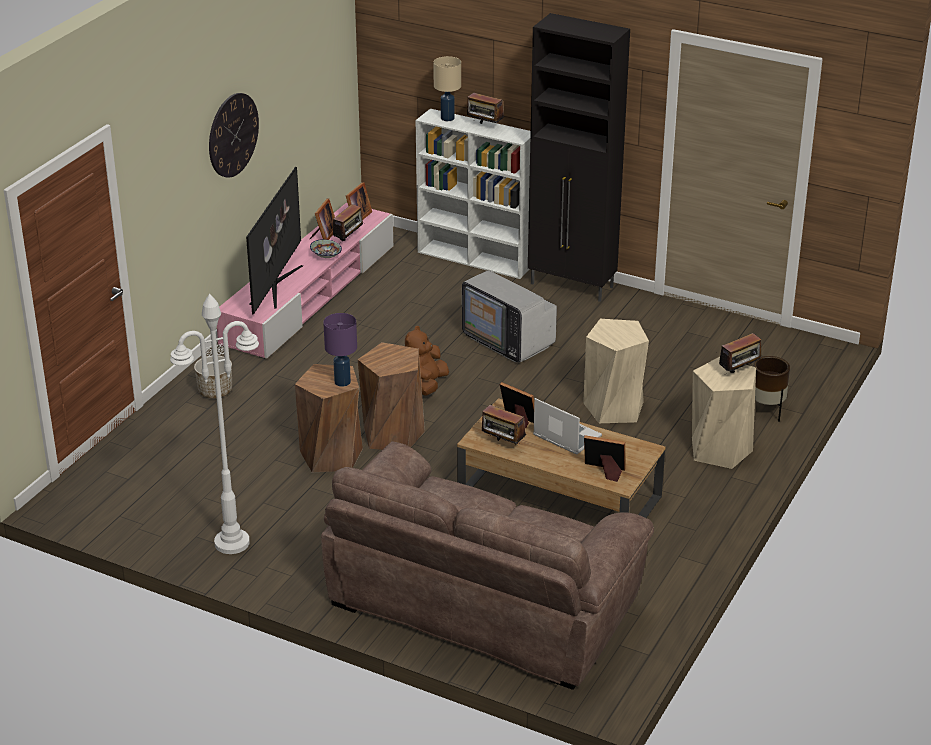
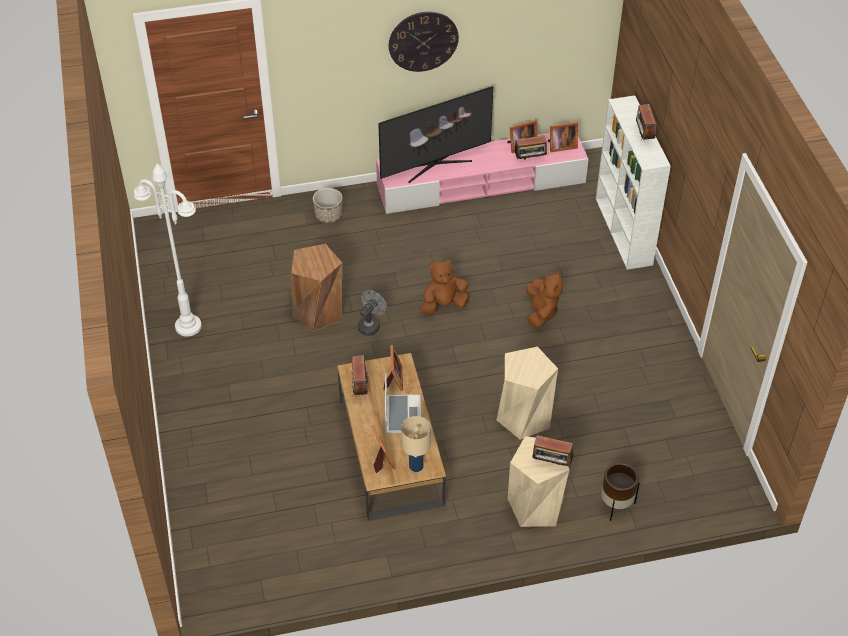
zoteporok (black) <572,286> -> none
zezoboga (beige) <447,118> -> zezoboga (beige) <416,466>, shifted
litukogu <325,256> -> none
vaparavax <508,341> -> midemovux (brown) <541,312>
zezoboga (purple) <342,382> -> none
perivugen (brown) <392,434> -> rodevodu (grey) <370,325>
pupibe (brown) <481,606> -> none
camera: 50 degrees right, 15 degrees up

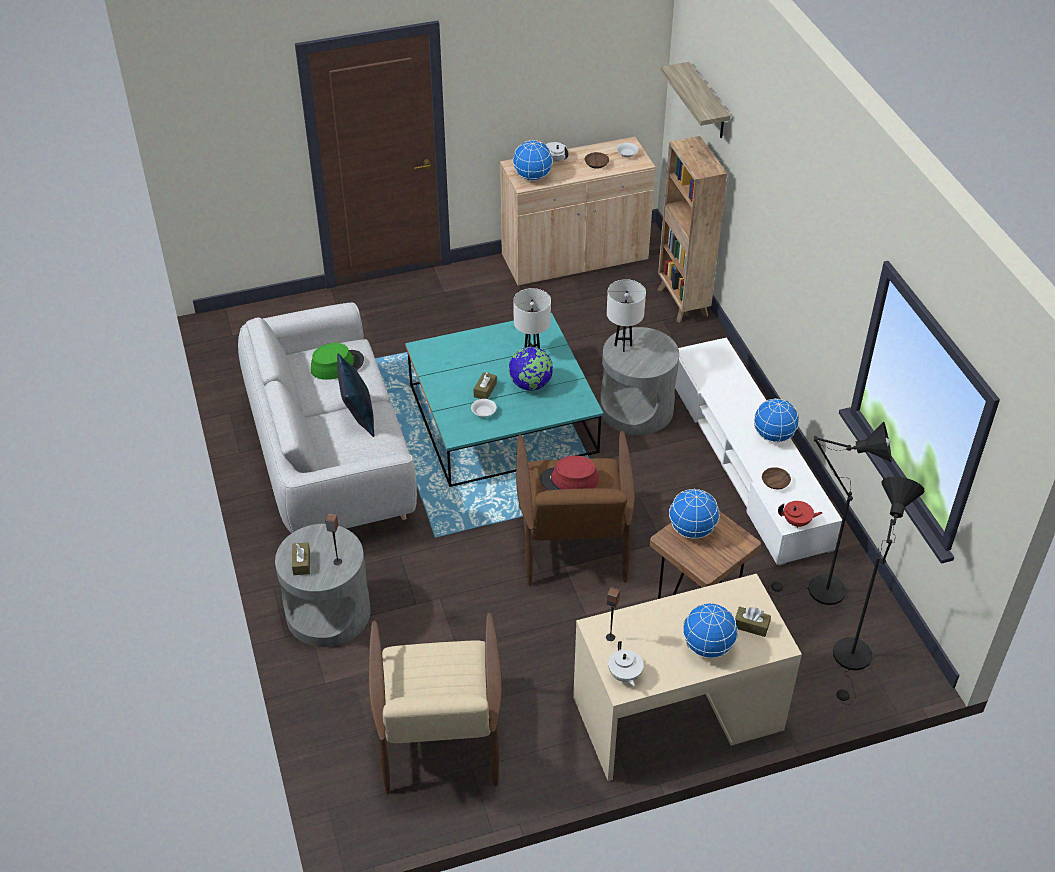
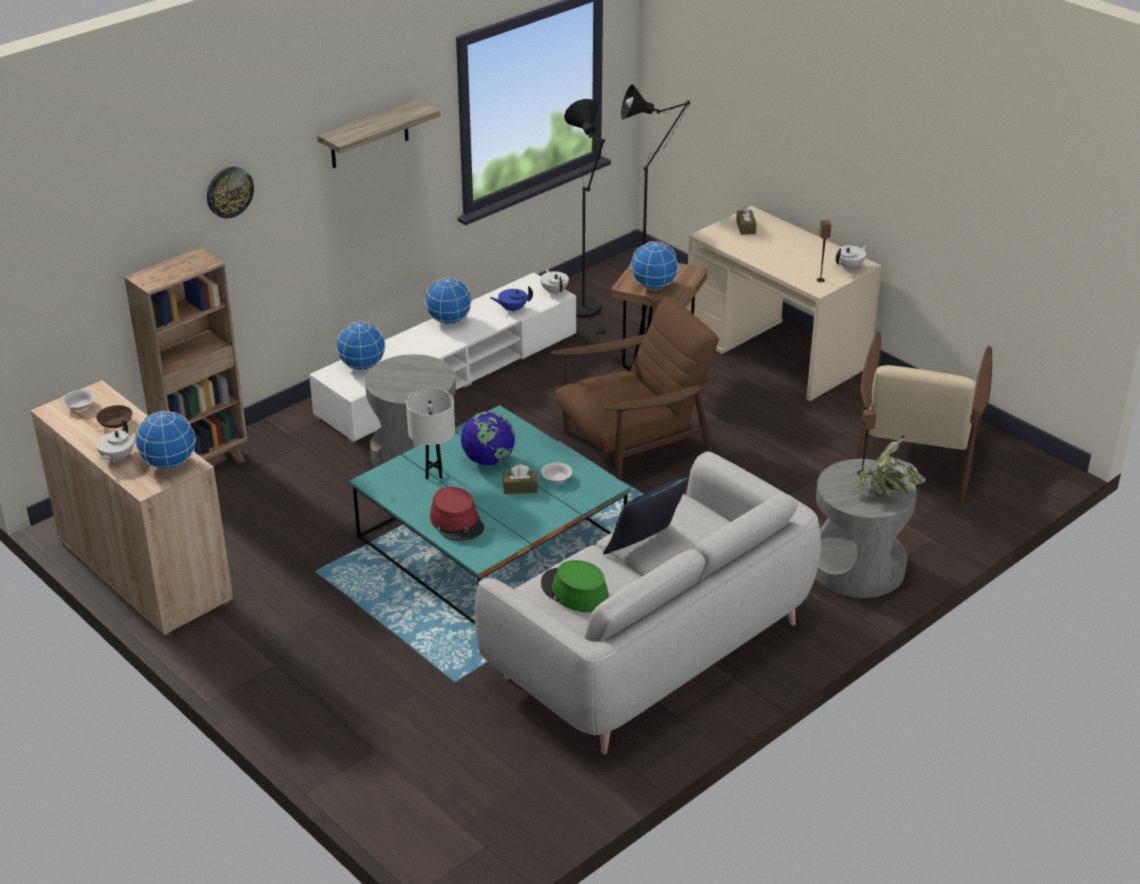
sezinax <707,102> -> sezinax <369,135>, shifted
zezoboga (white) <623,345> -> none
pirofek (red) <569,480> -> pirofek (red) <457,522>, shifted
litukogu (brown) <776,482> -> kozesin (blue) <512,309>
kozesin (red) <797,522> -> kozesin (white) <554,291>
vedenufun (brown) <301,563> -> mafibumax <885,494>
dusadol <707,647> -> dusadol <362,366>, shifted
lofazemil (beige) <439,733> -> lofazemil (beige) <914,457>, 135 degrees clockwise
none -> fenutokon <229,191>
camera: 115 degrees left, 10 degrees down

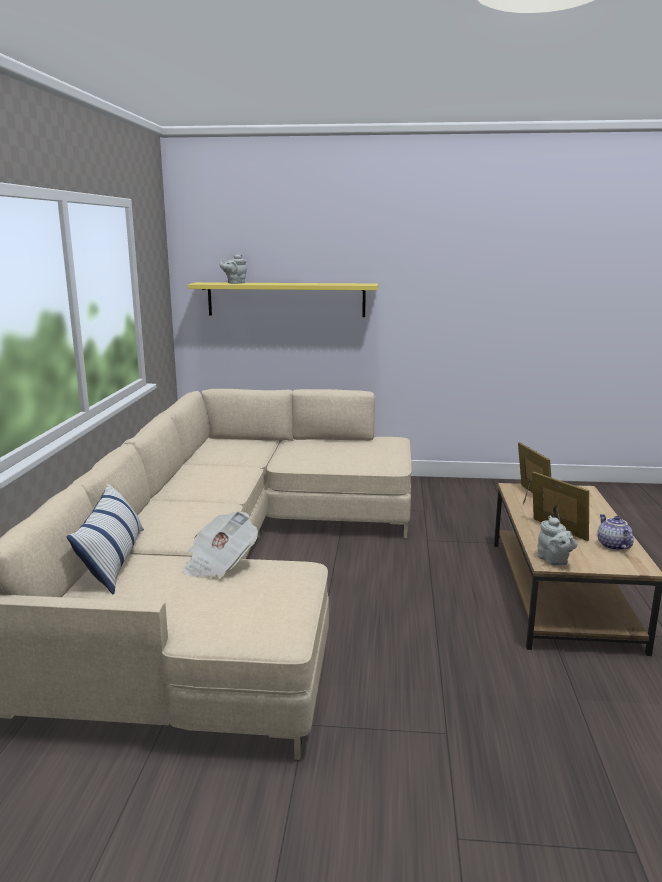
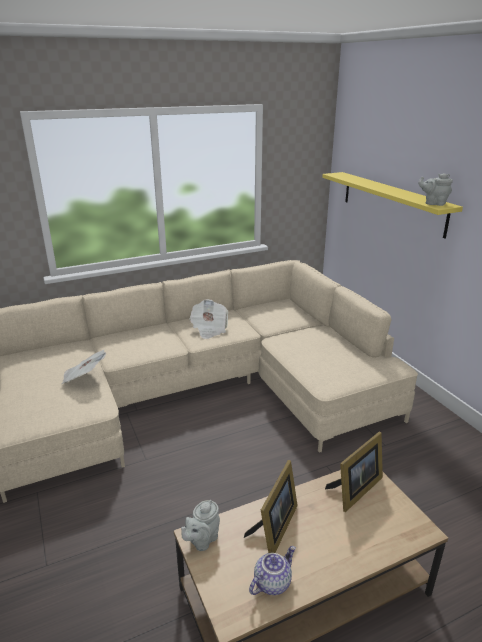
kozesin (grey) <235,283> -> kozesin (grey) <433,203>, shifted
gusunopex <113,560> -> none
none -> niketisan <209,329>
camera: 60 degrees right, 10 degrees up

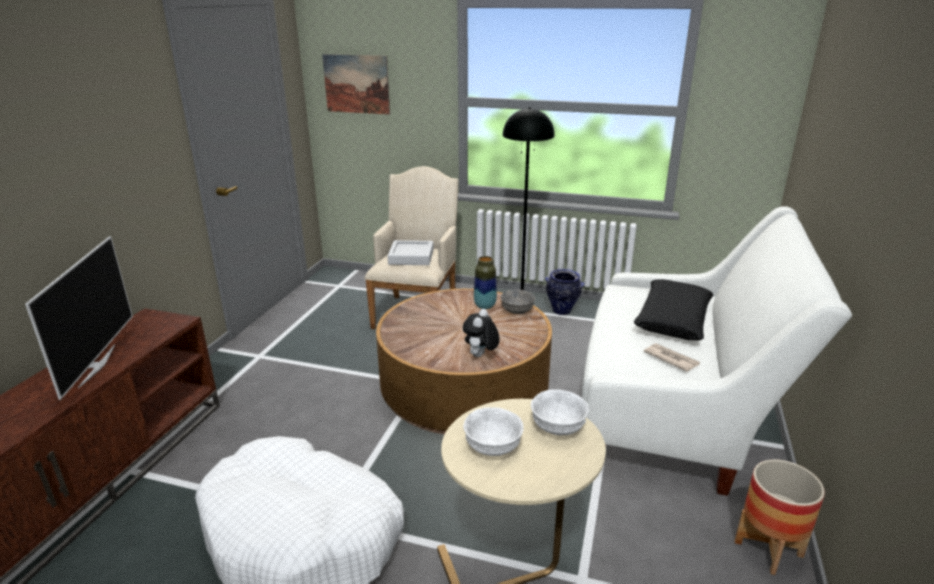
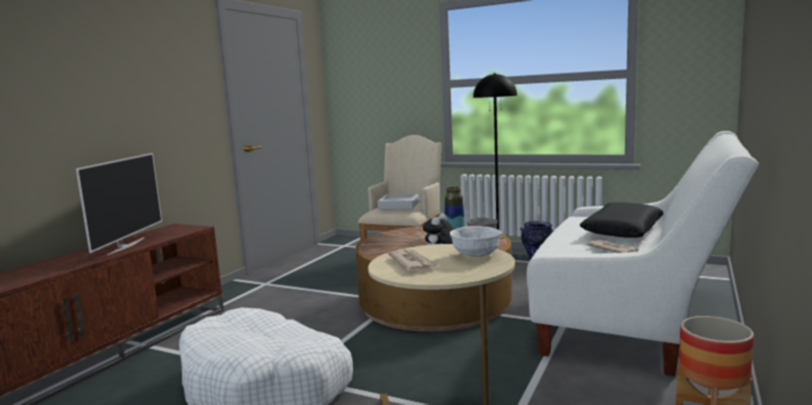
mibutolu <356,84> -> none
litukogu (white) <492,447> -> niketisan <412,263>
camera: 10 degrees right, 15 degrees down

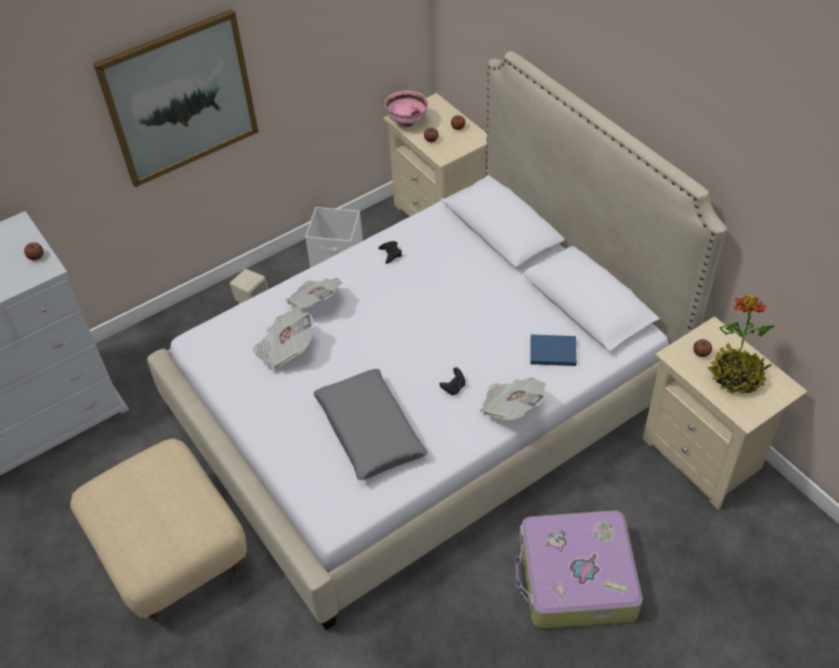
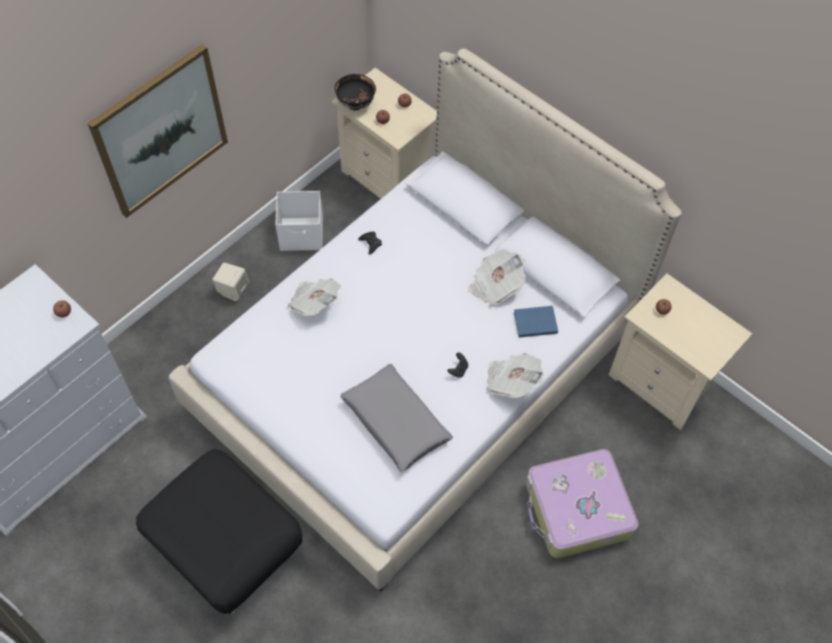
litukogu (pink) <407,122> -> litukogu (black) <355,104>
mafibumax <736,377> -> none
niketisan <285,349> -> niketisan <495,286>, shifted
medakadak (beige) <173,553> -> medakadak (black) <229,546>
camera: 15 degrees left, 10 degrees up

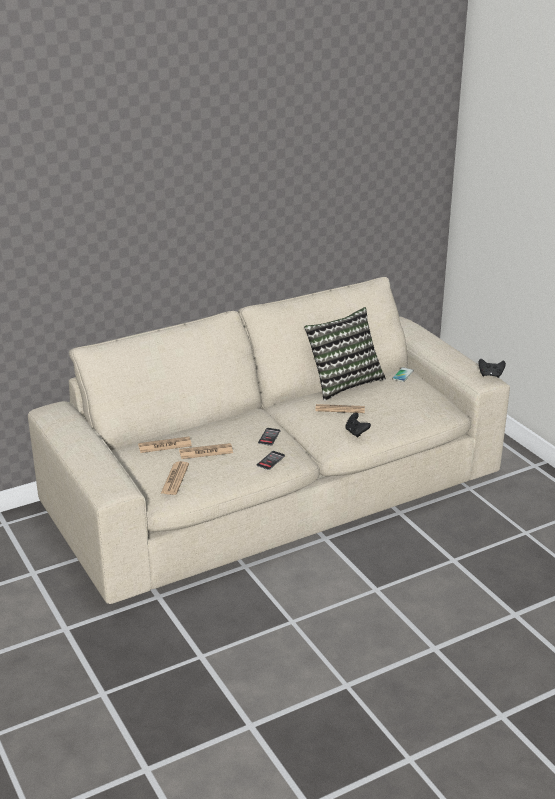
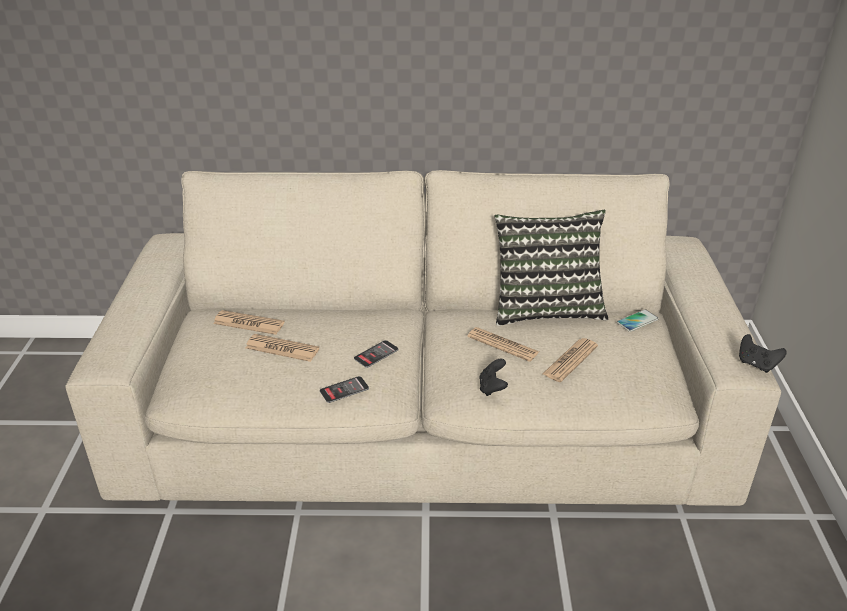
niketisan <175,479> -> niketisan <570,360>, shifted
camera: 30 degrees right, 5 degrees up

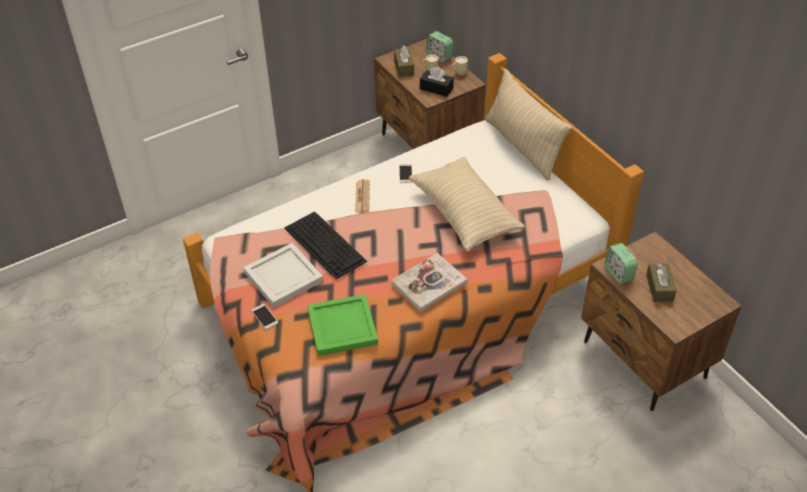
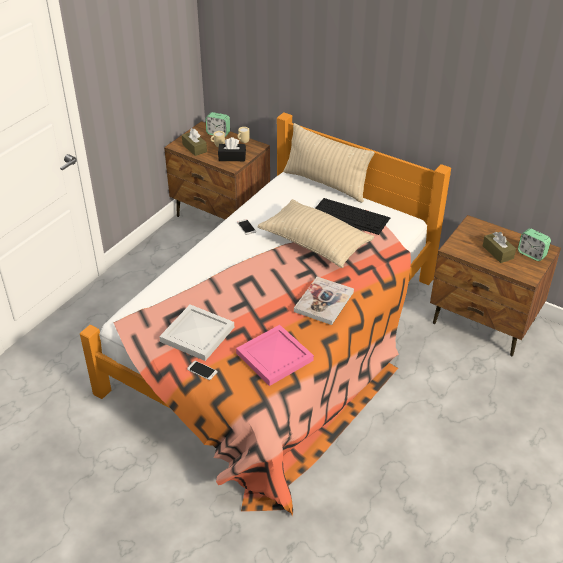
niketisan <362,197> -> none
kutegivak <326,245> -> kutegivak <351,216>, shifted
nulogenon <618,273> -> nulogenon <531,254>, shifted
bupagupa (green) <341,328> -> bupagupa (pink) <274,358>
camera: 25 degrees left, 5 degrees down

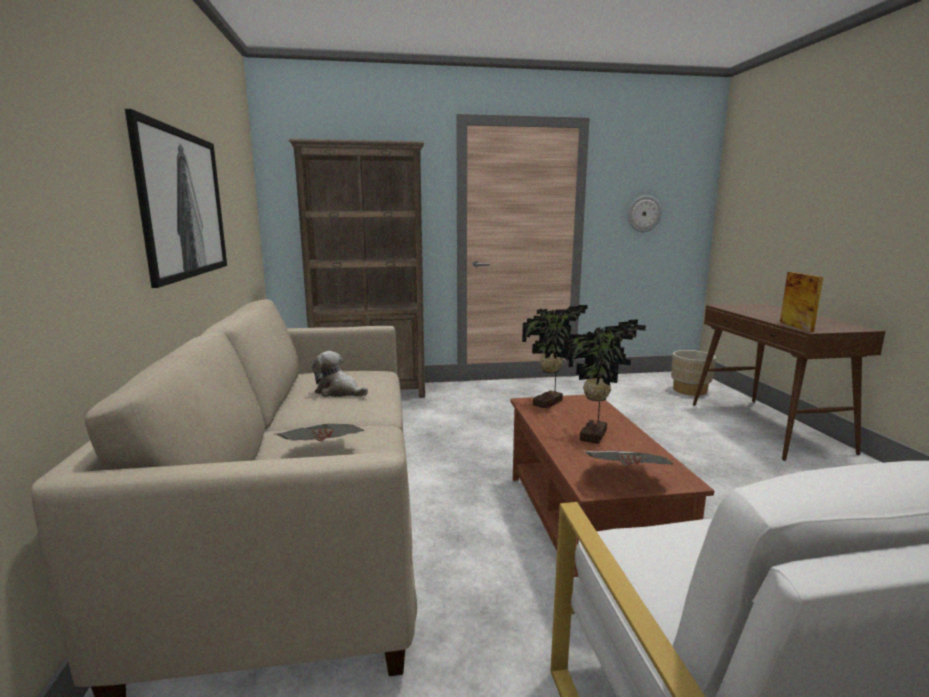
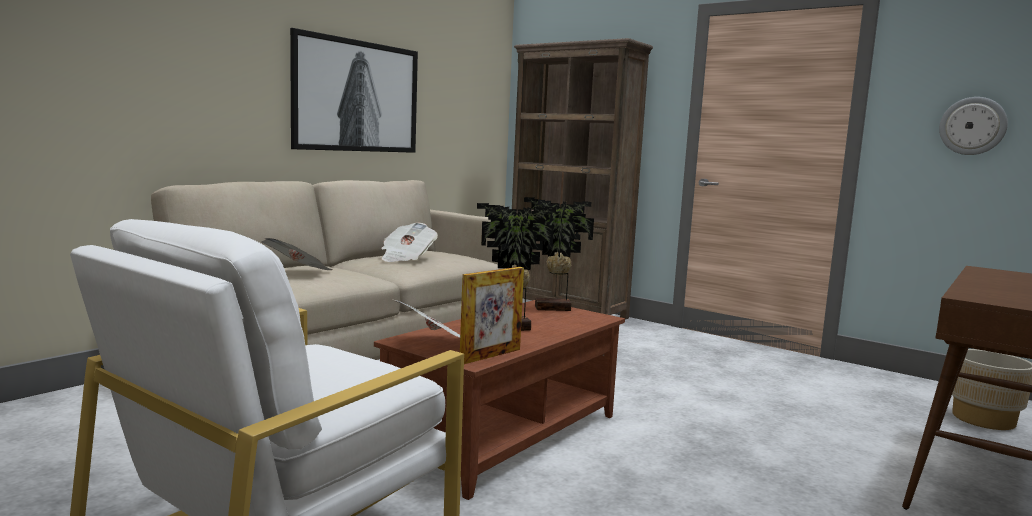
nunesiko <796,327> -> nunesiko <490,356>, shifted
midemovux <339,392> -> niketisan <406,258>
camera: 45 degrees right, 5 degrees down

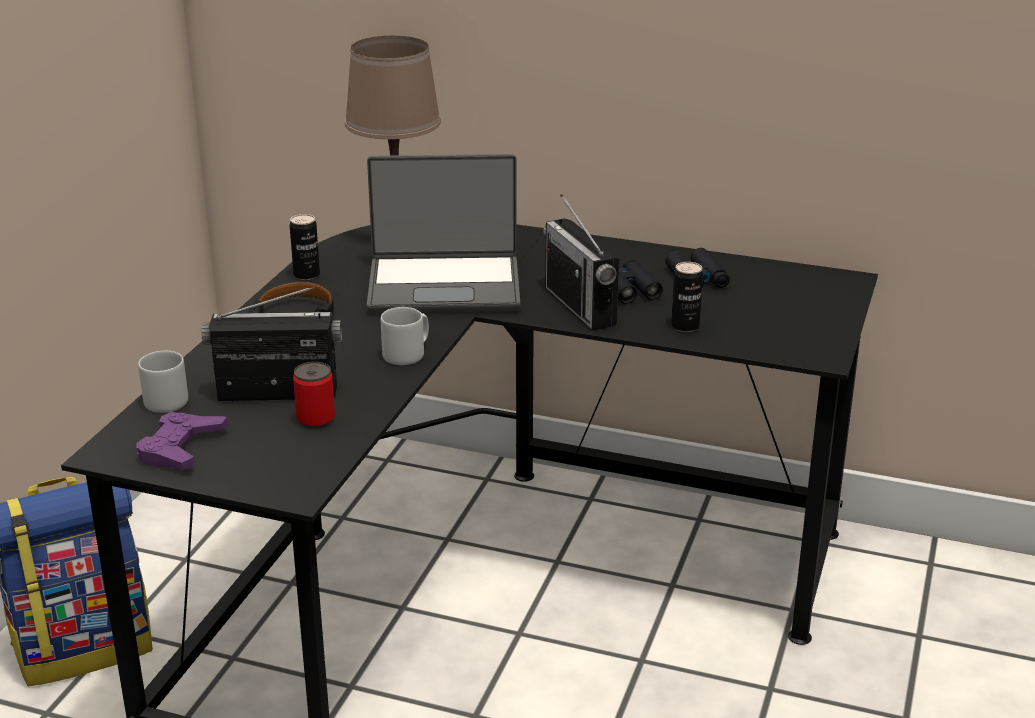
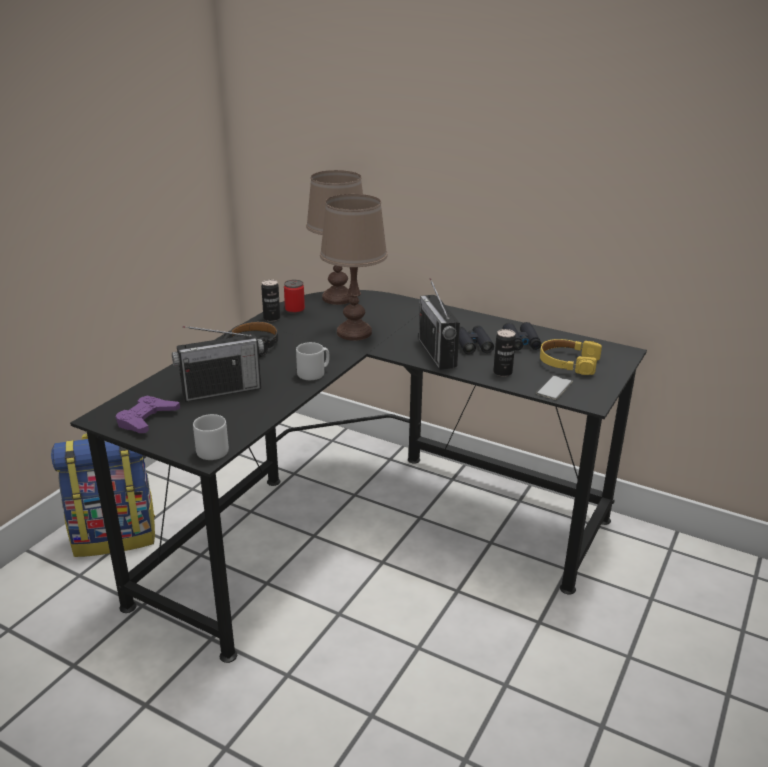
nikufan <444,286> -> zezoboga (brown) <354,332>
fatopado <277,394> -> fatopado <221,391>, 150 degrees clockwise
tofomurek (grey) <166,399> -> tofomurek (grey) <213,449>, shifted
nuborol <316,420> -> nuborol <294,310>, shifted
none -> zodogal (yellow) <568,362>
none -> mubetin <554,388>
camera: 10 degrees right, 0 degrees up

